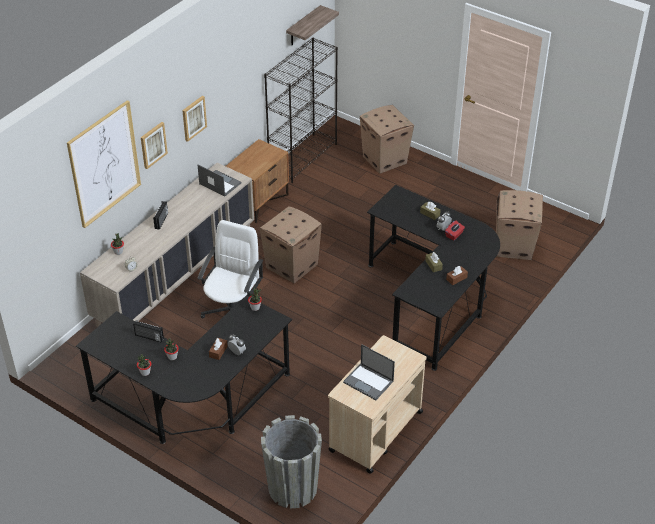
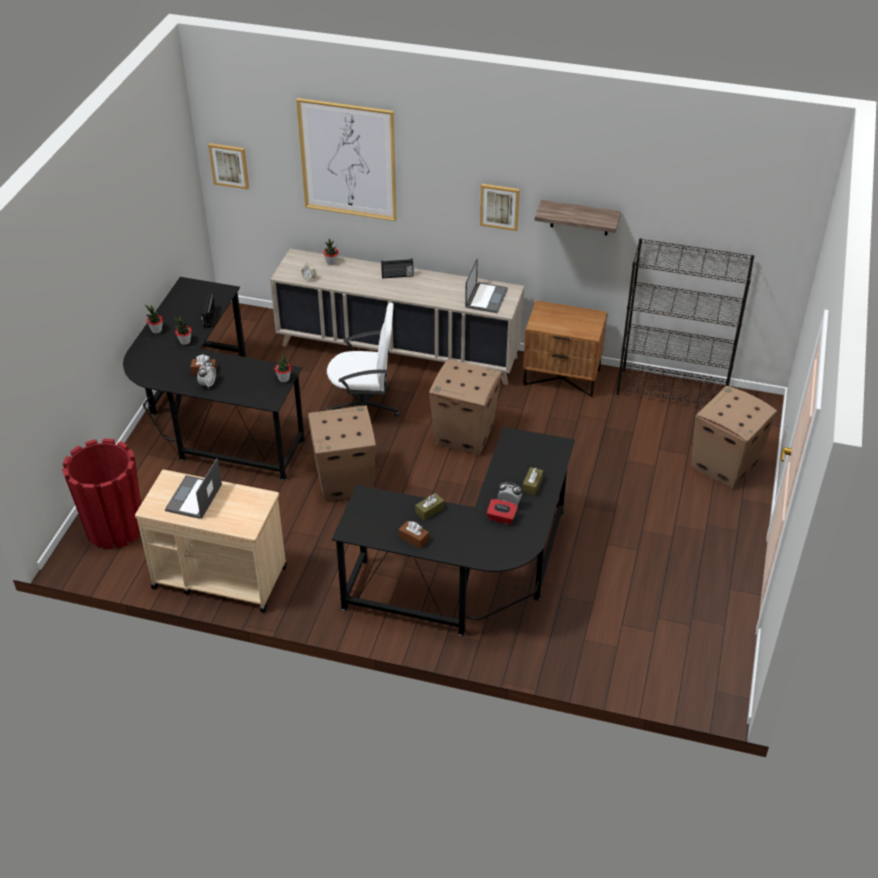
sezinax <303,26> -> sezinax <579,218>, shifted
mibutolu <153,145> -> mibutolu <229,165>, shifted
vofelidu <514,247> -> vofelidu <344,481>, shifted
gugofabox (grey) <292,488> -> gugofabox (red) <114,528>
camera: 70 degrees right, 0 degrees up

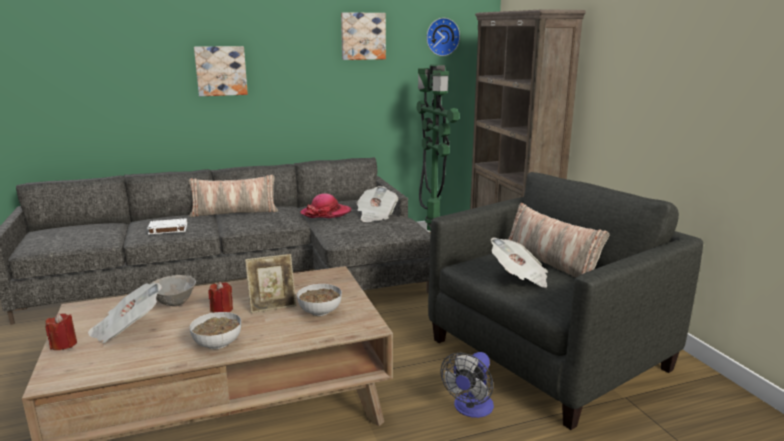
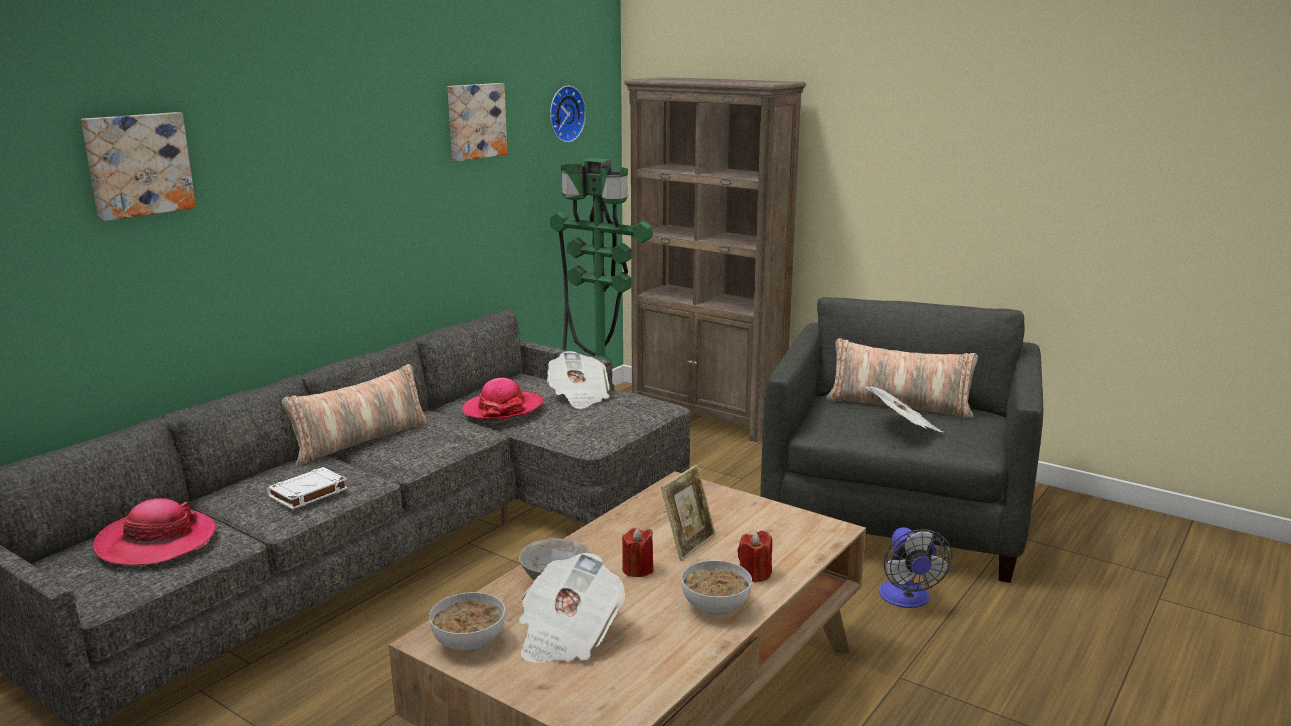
mibutolu <221,71> -> mibutolu <137,164>, shifted
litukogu <319,312> -> litukogu <469,643>, shifted
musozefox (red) <64,344> -> musozefox (red) <754,574>, shifted
none -> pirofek <156,541>
camera: 35 degrees left, 0 degrees up

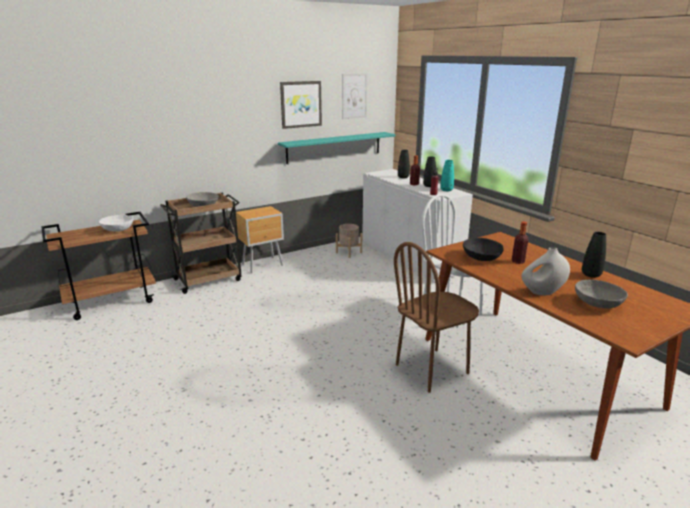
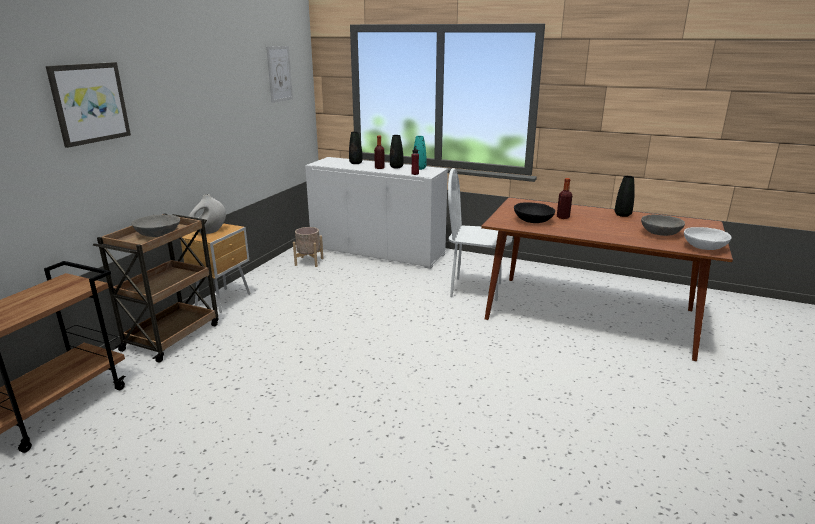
mibutolu <301,104> -> mibutolu <89,103>, shifted
sezinax (turquoise) <334,147> -> none
litukogu (white) <118,230> -> litukogu (white) <704,247>, shifted
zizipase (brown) <432,369> -> none
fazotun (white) <542,292> -> fazotun (white) <209,232>, shifted
camera: 35 degrees left, 0 degrees up

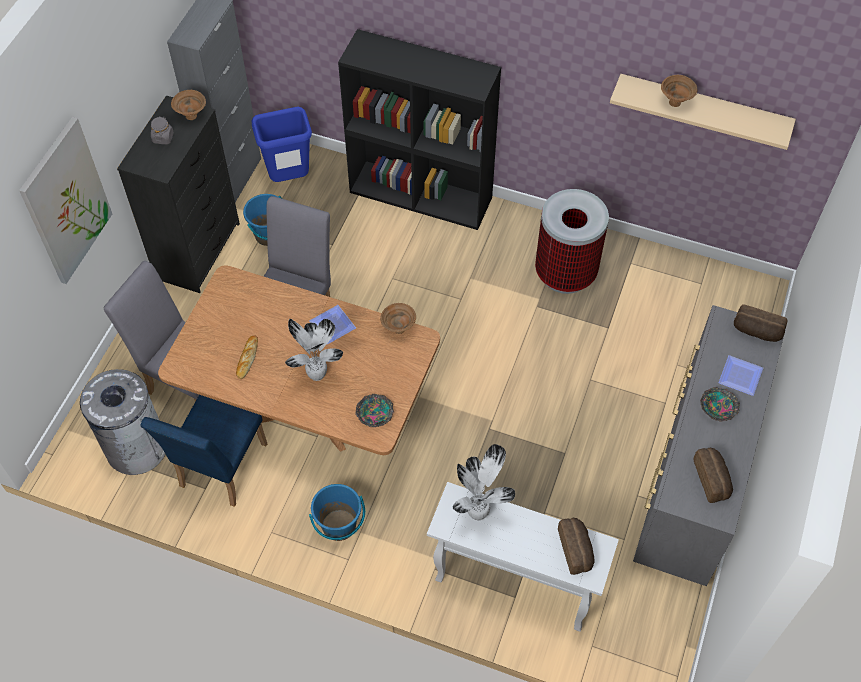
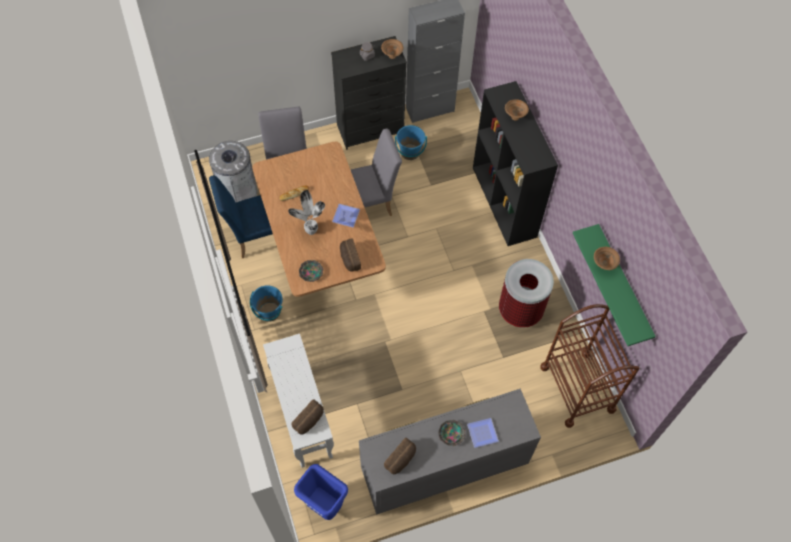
sezinax (beige) <703,108> -> sezinax (green) <623,284>
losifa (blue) <288,179> -> losifa (blue) <324,505>, shifted
mibutolu <66,202> -> none
litukogu (brown) <398,329> -> litukogu (brown) <514,117>, shifted
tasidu <756,332> -> tasidu <349,259>, shifted
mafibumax <479,511> -> none
none -> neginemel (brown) <577,388>
camera: 50 degrees right, 5 degrees up

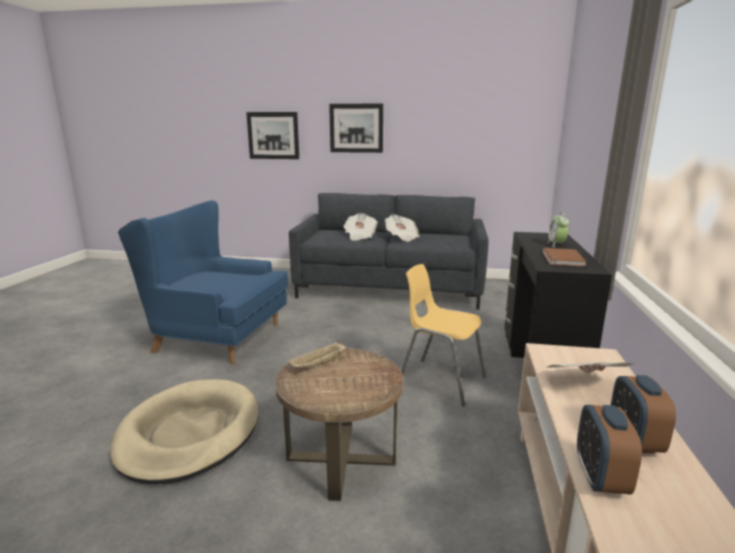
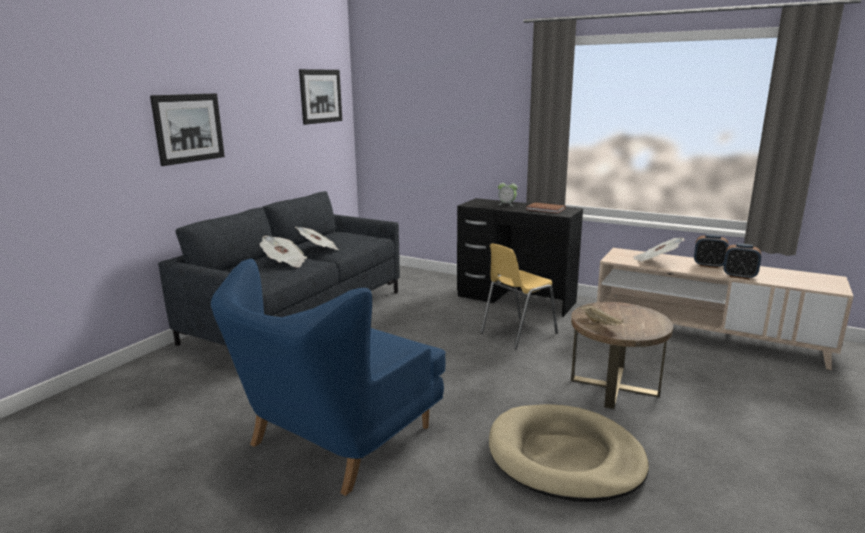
mibutolu <273,135> -> mibutolu <321,96>, shifted
camera: 70 degrees left, 0 degrees up

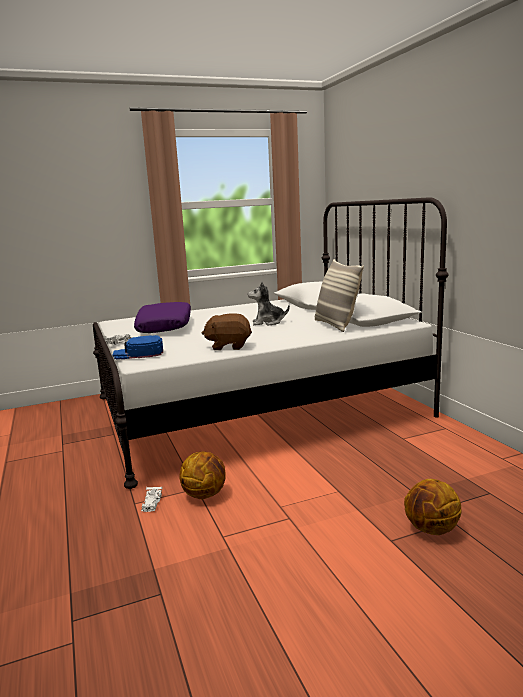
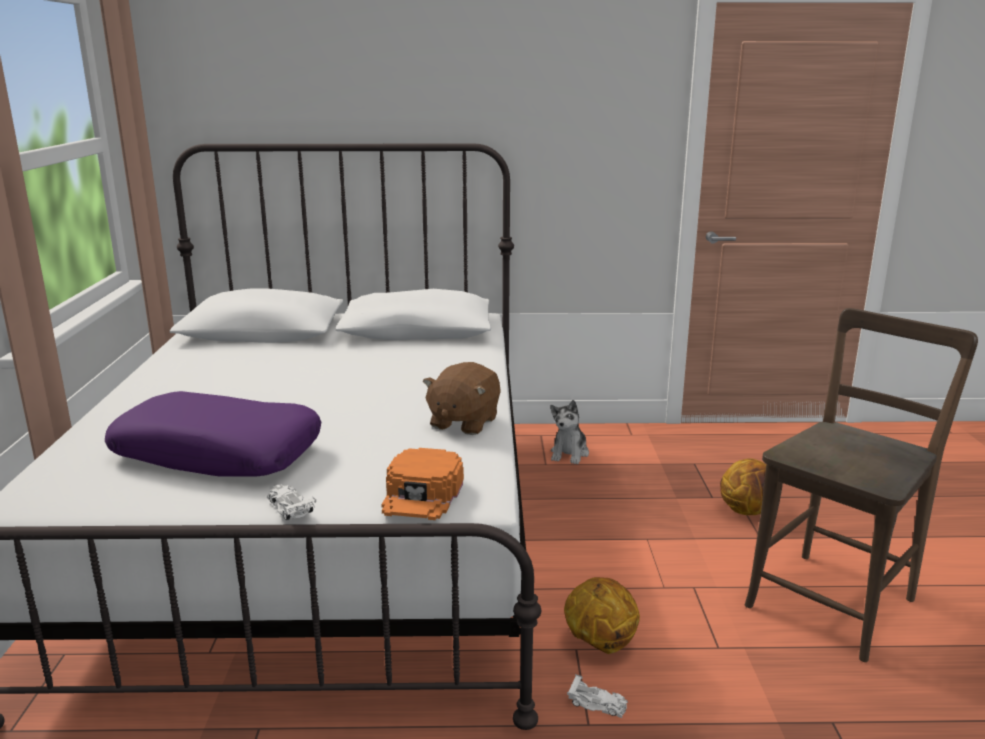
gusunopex <336,325> -> none
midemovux <268,322> -> midemovux <569,453>, shifted
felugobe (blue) <139,353> -> felugobe (orange) <423,494>
none -> zizipase (brown) <835,599>
camera: 70 degrees left, 5 degrees up

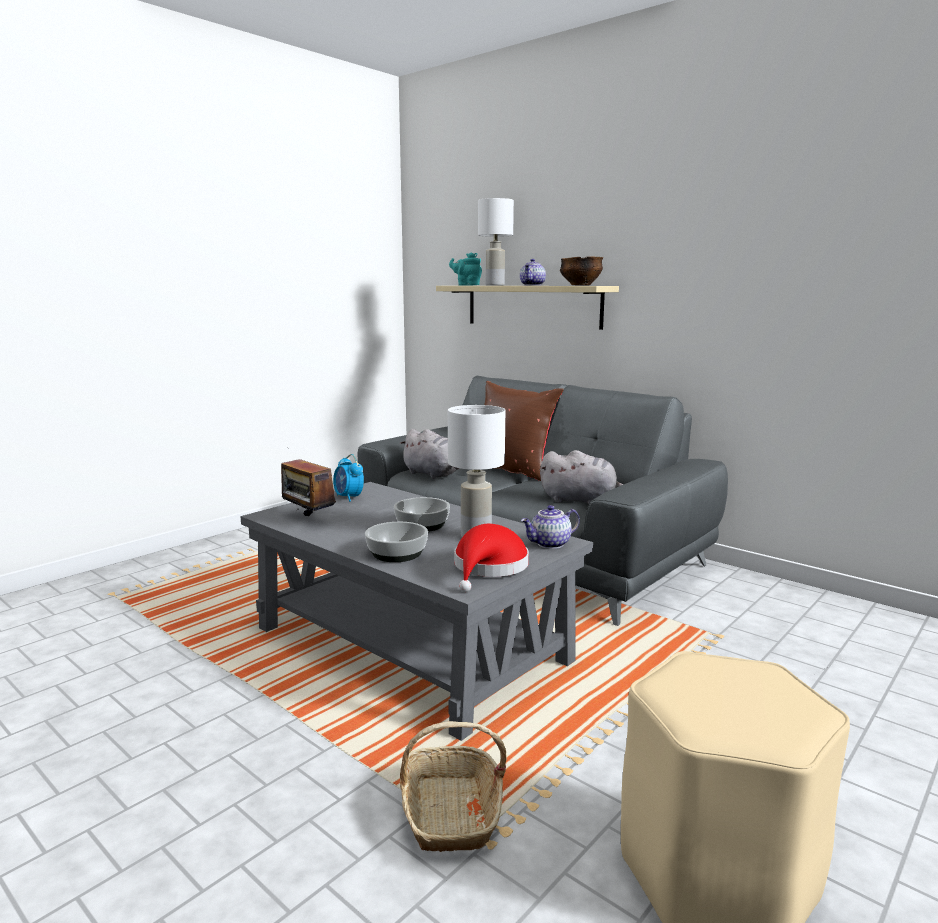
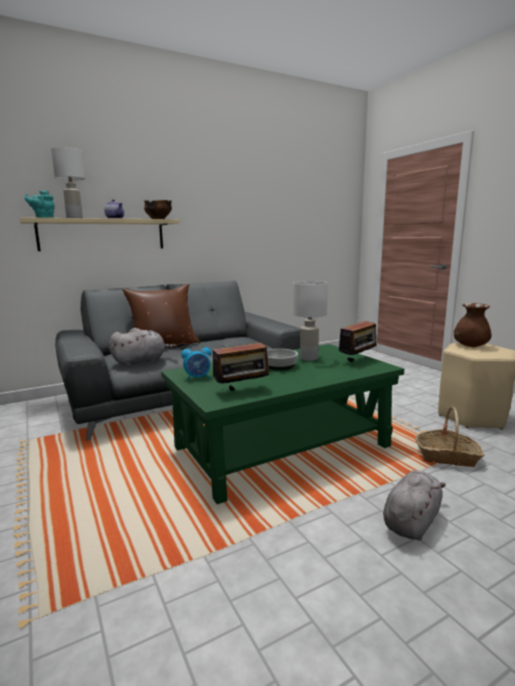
midemovux (grey) <581,501> -> midemovux (grey) <412,521>, shifted
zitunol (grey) <411,644> -> zitunol (green) <282,446>
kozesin <550,544> -> none
litukogu <396,553> -> none
pirofek (red) <489,568> -> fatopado <358,361>
none -> fazotun (brown) <470,346>
camera: 70 degrees left, 0 degrees up

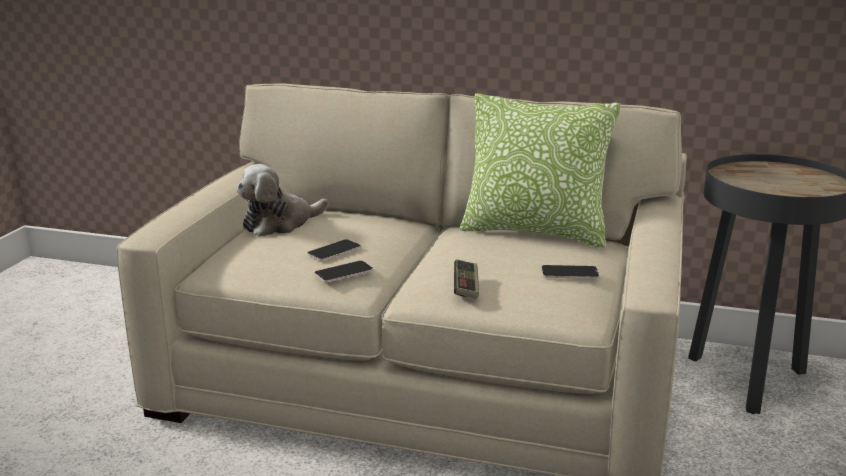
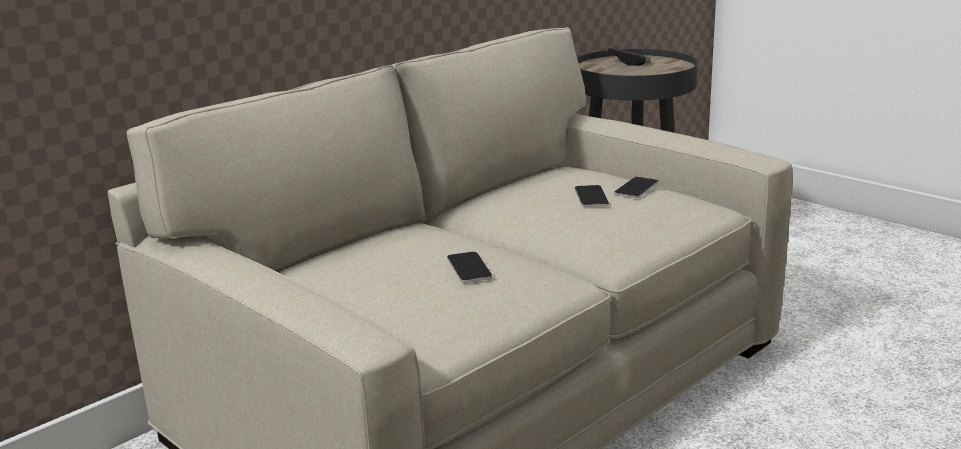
gusunopex <535,232> -> none
midemovux <280,224> -> none
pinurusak <466,287> -> pinurusak <628,62>, shifted
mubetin <344,272> -> mubetin <591,197>, shifted
camera: 60 degrees left, 0 degrees up

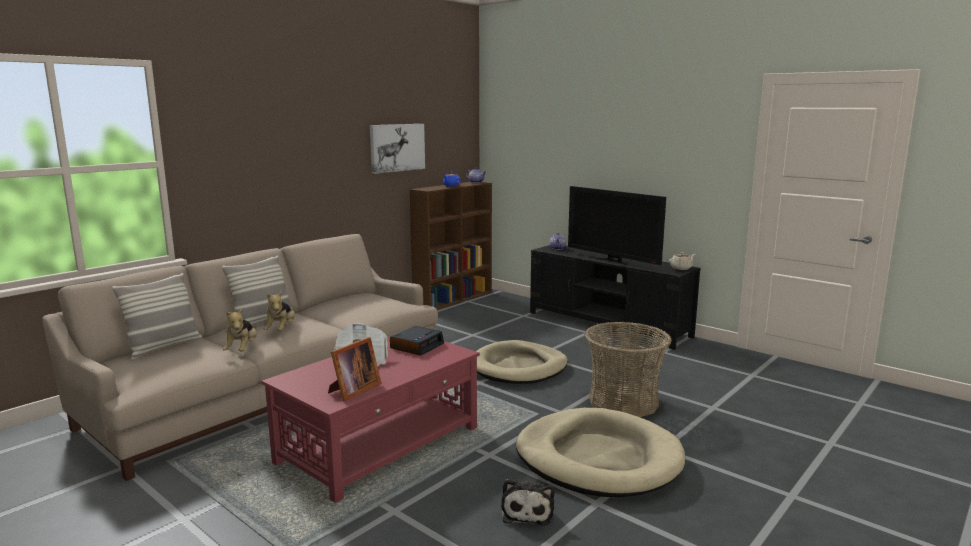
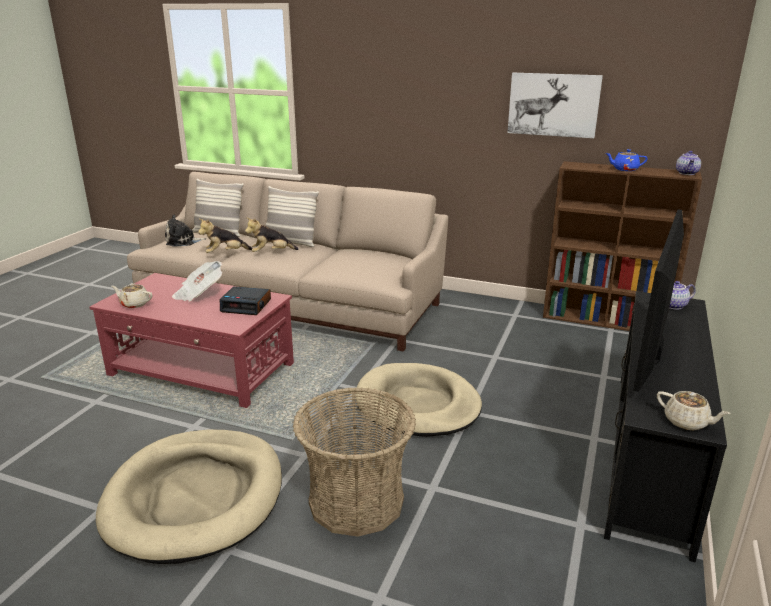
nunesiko <353,390> -> kozesin (beige) <134,304>
midemovux <527,511> -> midemovux <183,241>, shifted
camera: 70 degrees right, 10 degrees up

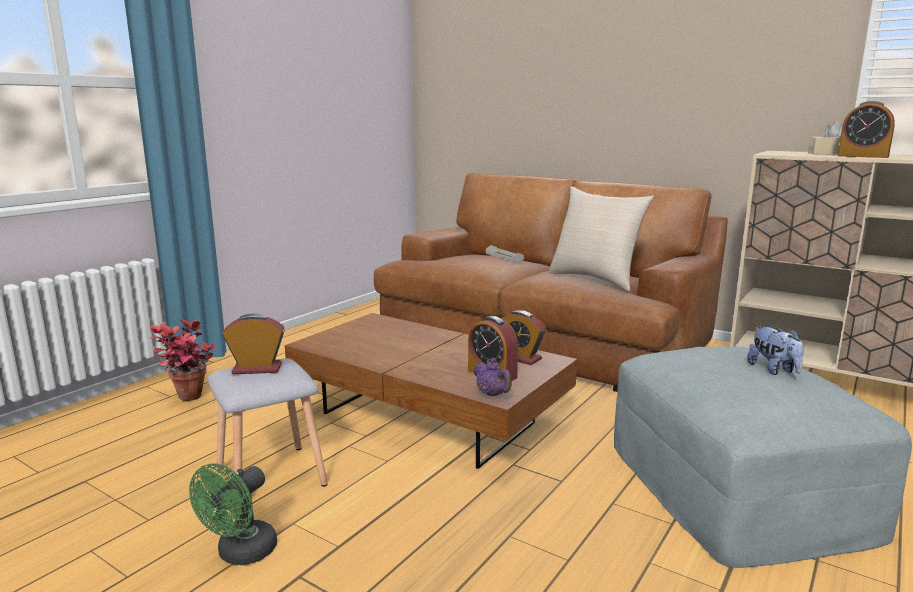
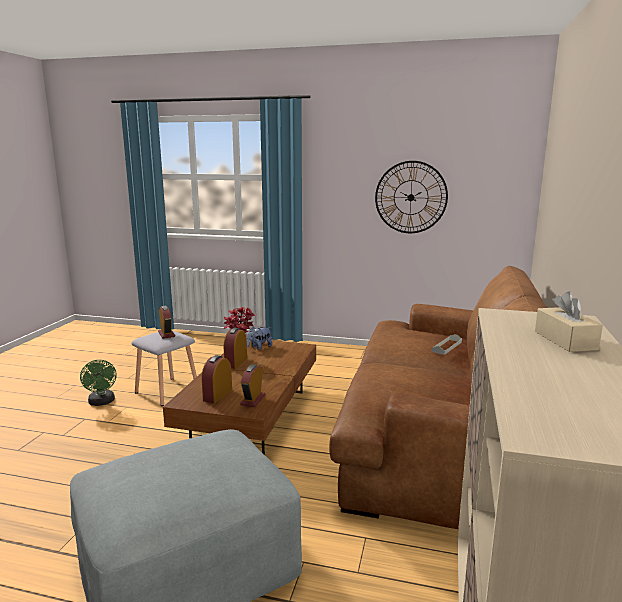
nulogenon <862,156> -> nulogenon <236,362>, shifted
gusunopex (beige) <595,279> -> none
midemovux <774,370> -> midemovux <259,347>, shifted
kozesin (purple) <492,394> -> none
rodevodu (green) <241,554> -> rodevodu (green) <102,402>, 120 degrees counterclockwise
none -> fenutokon <411,197>
camera: 70 degrees right, 0 degrees up

